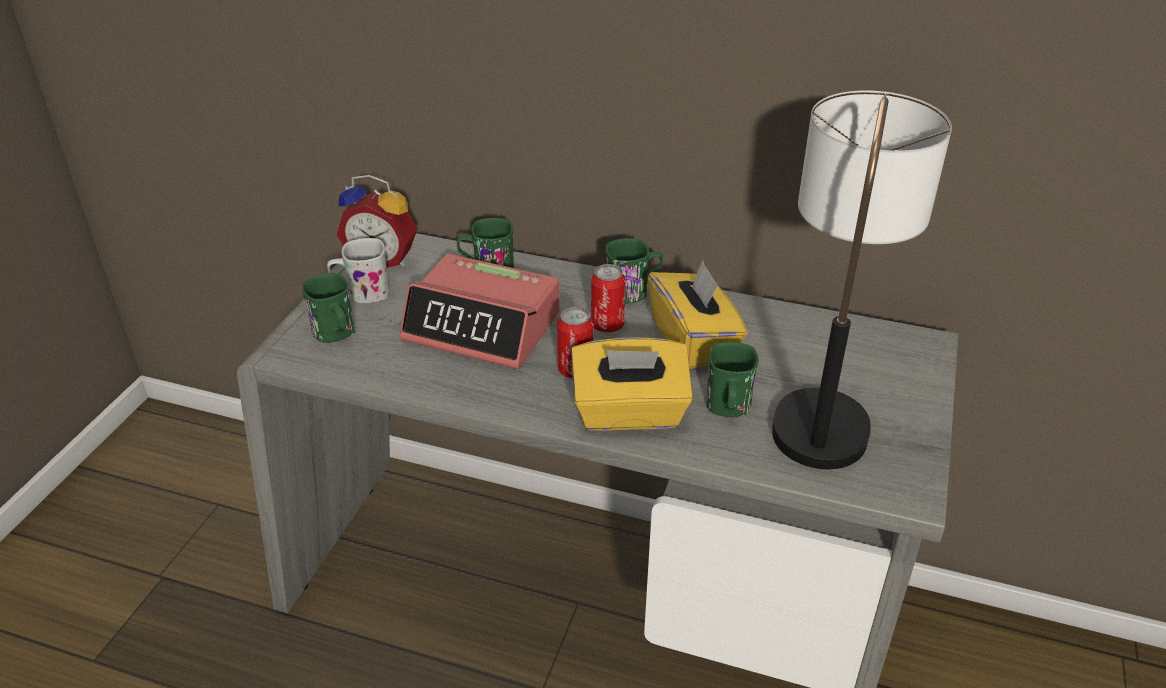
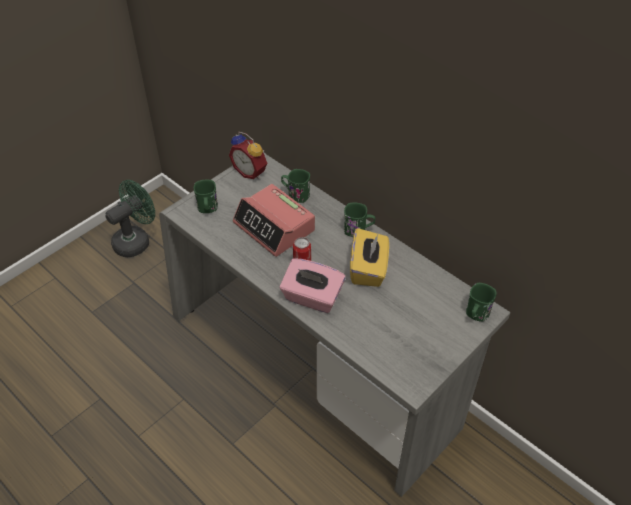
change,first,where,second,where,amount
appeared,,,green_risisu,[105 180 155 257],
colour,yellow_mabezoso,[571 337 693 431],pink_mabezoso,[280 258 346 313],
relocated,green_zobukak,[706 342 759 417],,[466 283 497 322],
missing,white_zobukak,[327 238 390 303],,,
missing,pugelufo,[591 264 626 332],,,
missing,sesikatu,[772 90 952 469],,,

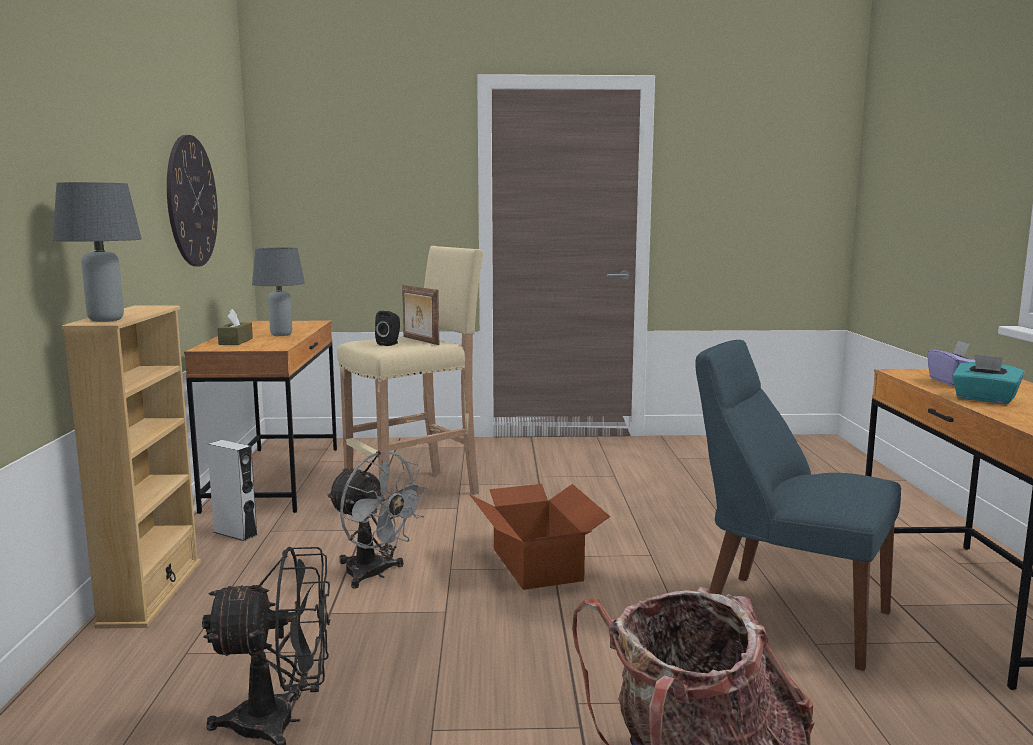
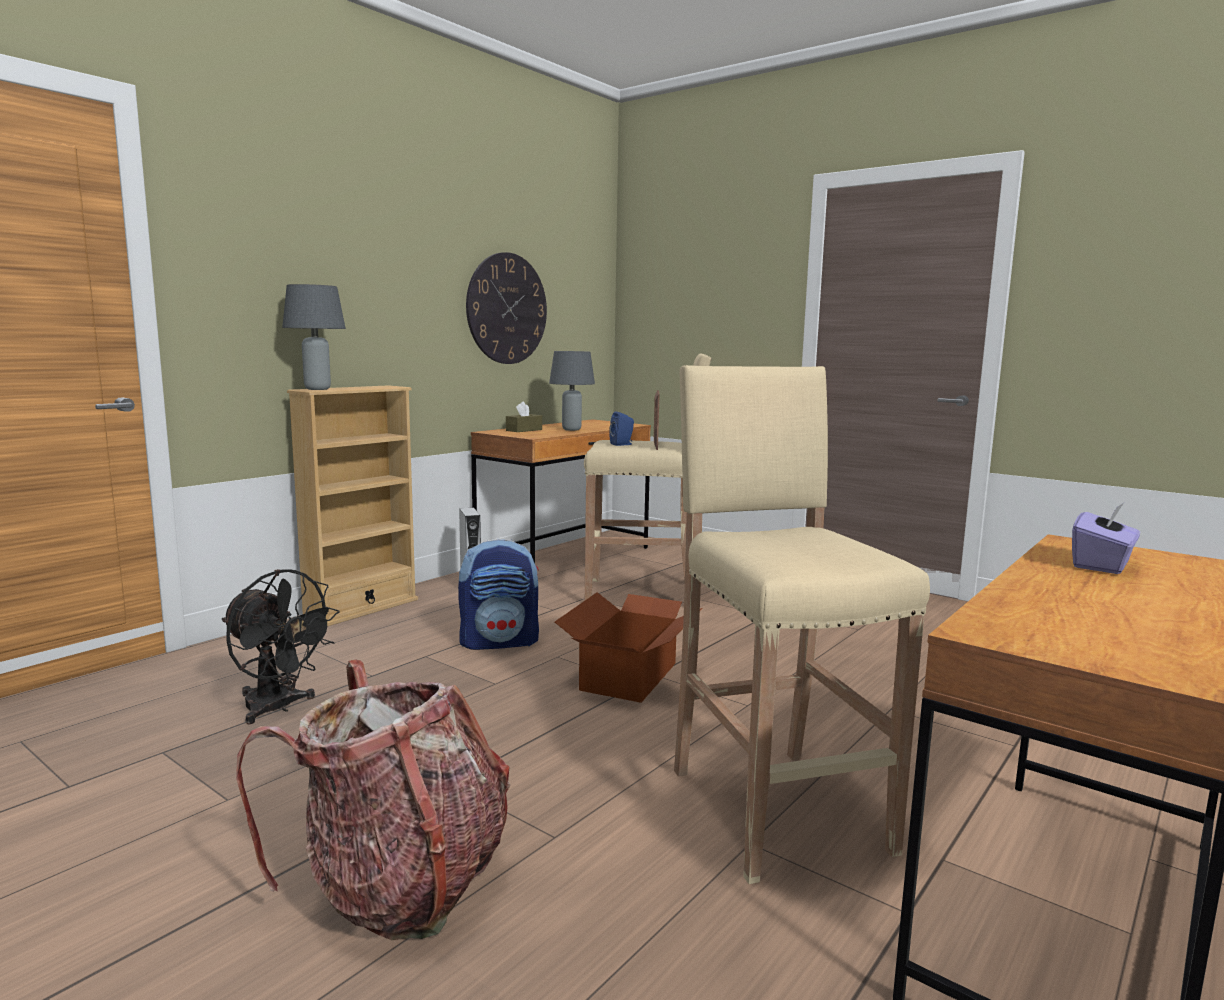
change,first,where,second,where,amount
exchanged,grey_risisu,[327 451 428 589],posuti,[458 539 539 650],
colour,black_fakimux,[375 311 400 346],blue_fakimux,[609 412 634 446],
exchanged,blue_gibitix,[695 340 901 671],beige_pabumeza,[674 365 930 884],
missing,turquoise_mabezoso,[952 354 1024 404],,,

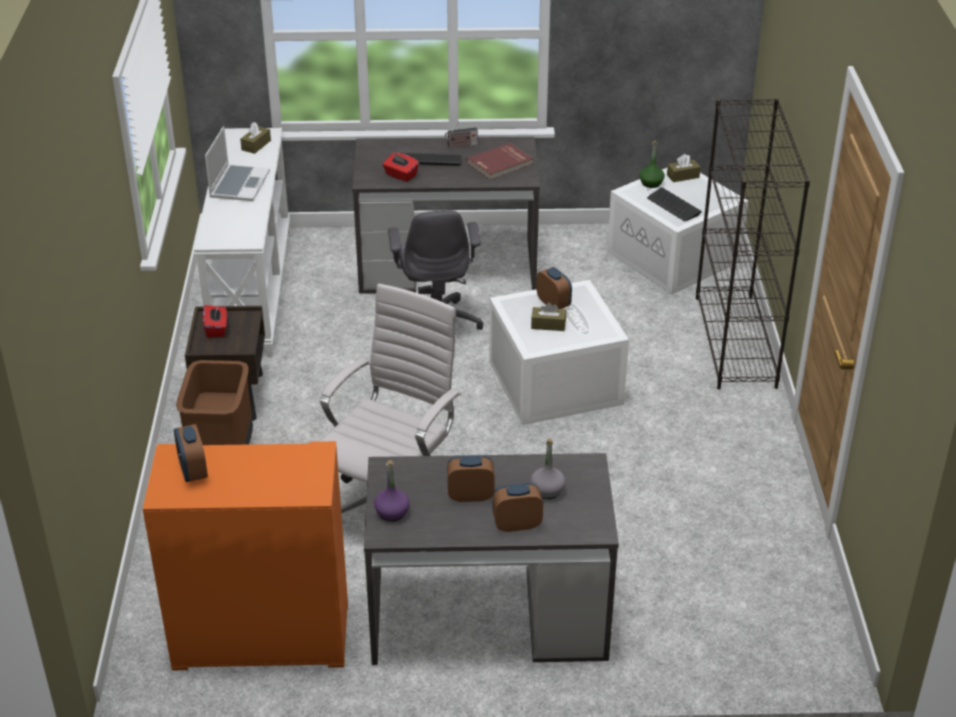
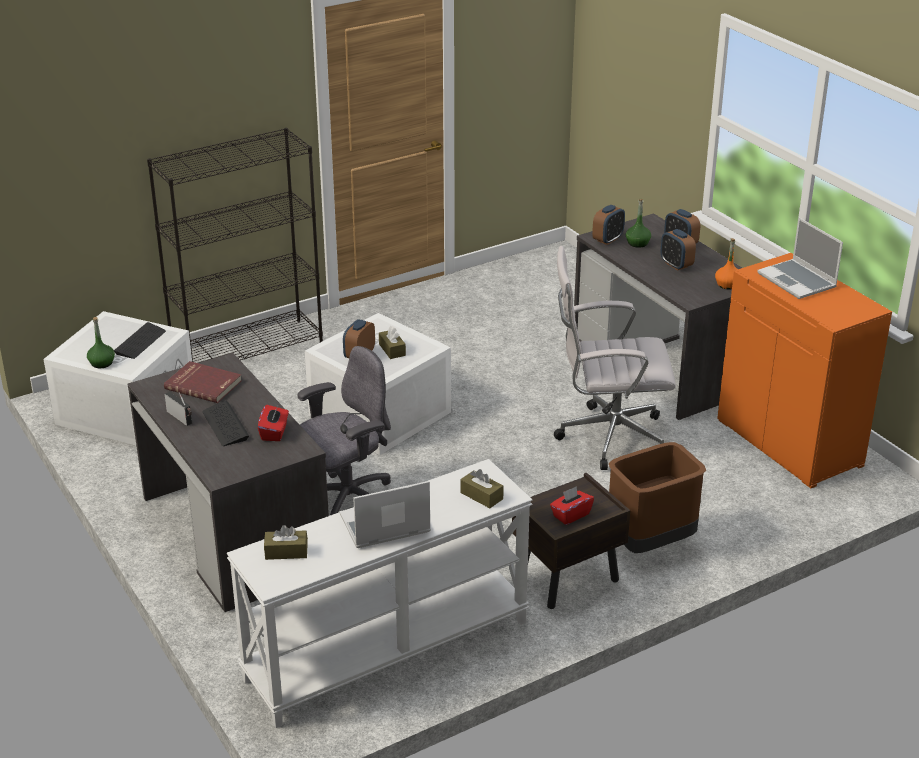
change,first,where,second,where,amount
relocated,brown_mabezoso,[667 154 700 182],,[460 469 504 508],
relocated,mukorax,[174 424 208 482],,[592 205 625 245],
colour,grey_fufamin,[531 438 566 499],green_fufamin,[626 199 651 248],
colour,purple_fufamin,[374 460 410 522],orange_fufamin,[715 238 738 289],
appeared,,,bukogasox,[757 217 843 299],

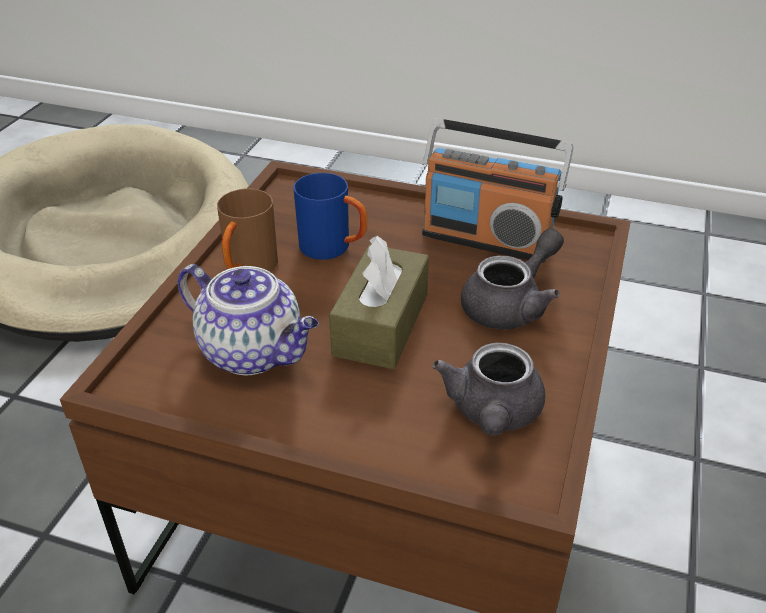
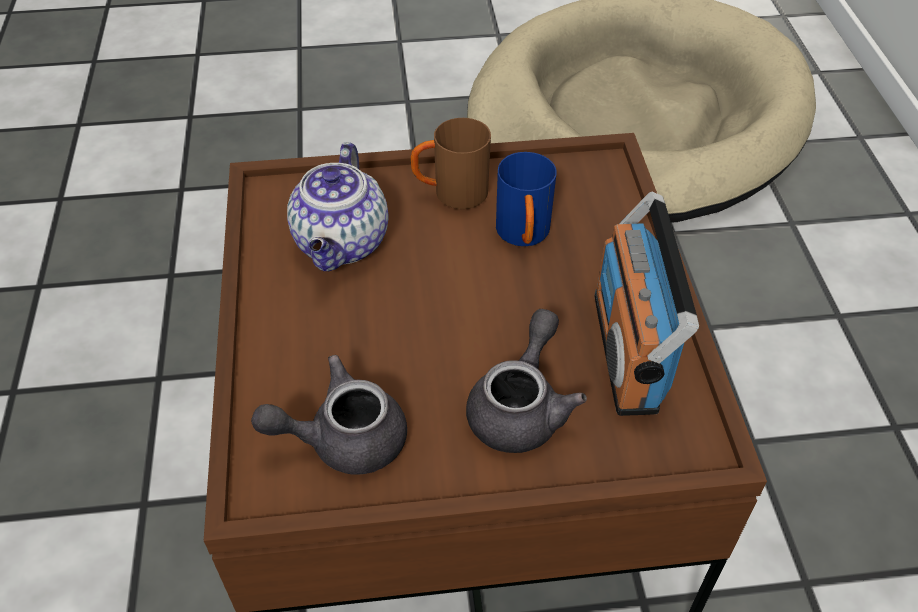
change,first,where,second,where,amount
spun,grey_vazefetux,[461 228 564 330],,[466 309 587 453],90 degrees counterclockwise
missing,brown_mabezoso,[329 236 429 369],,,

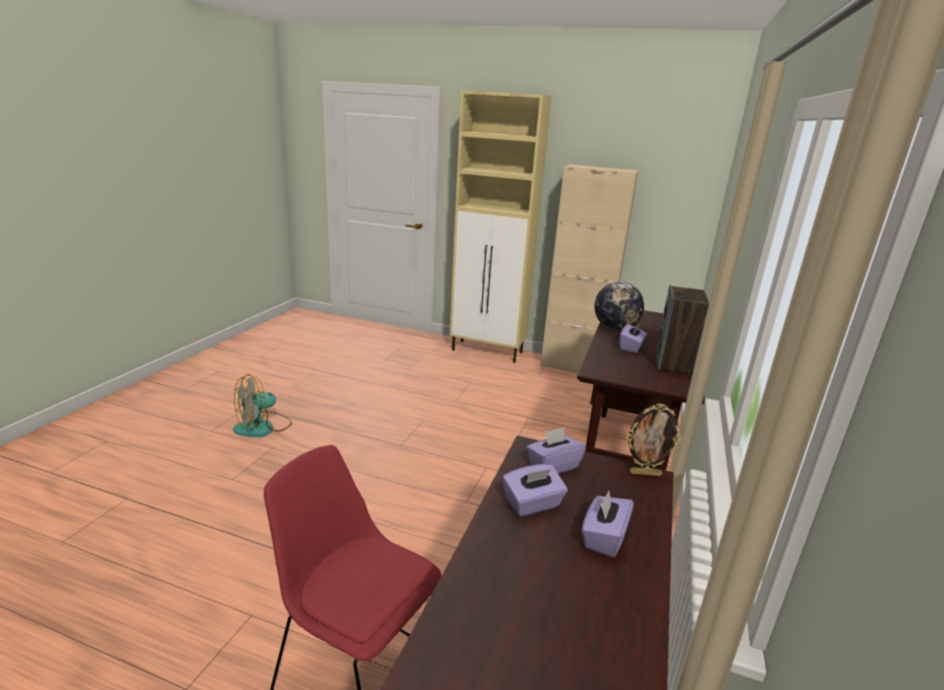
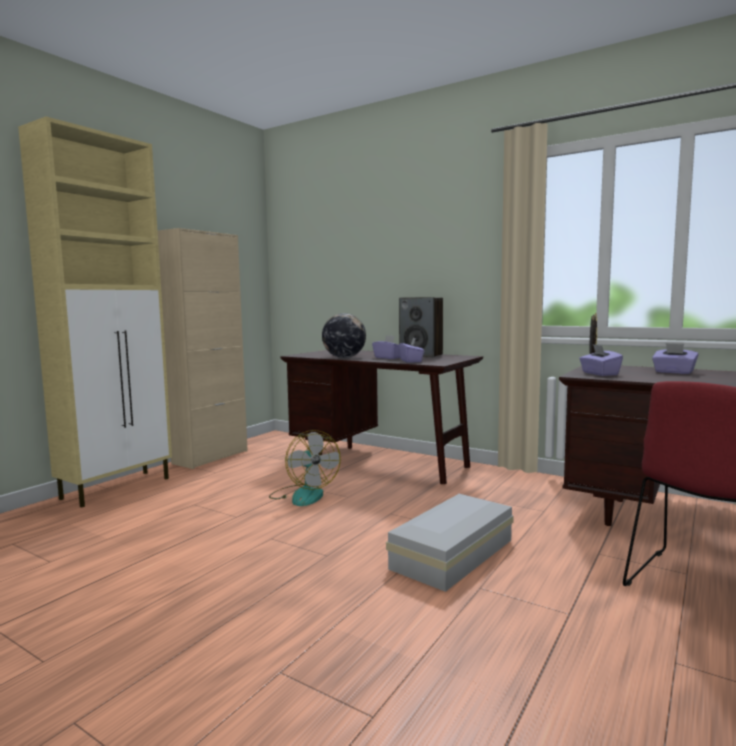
change,first,where,second,where,amount
relocated,risisu,[233 374 292 437],,[269 430 341 506],
appeared,,,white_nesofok,[386 494 514 592],
relocated,purple_mabezoso,[503 464 568 516],,[399 338 424 363],

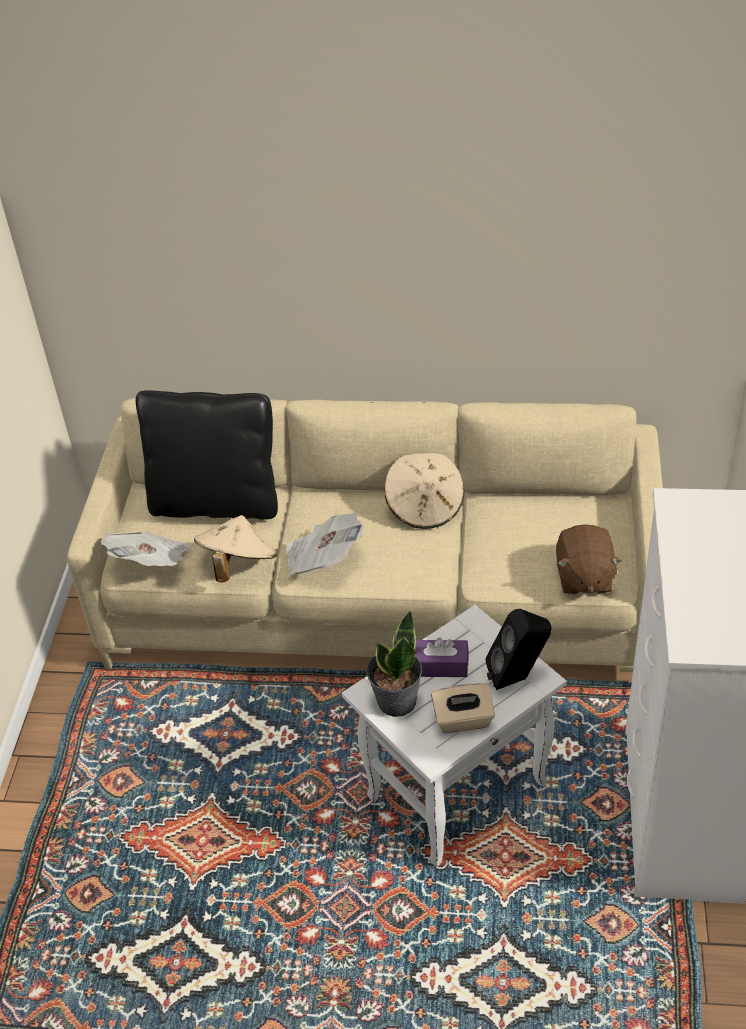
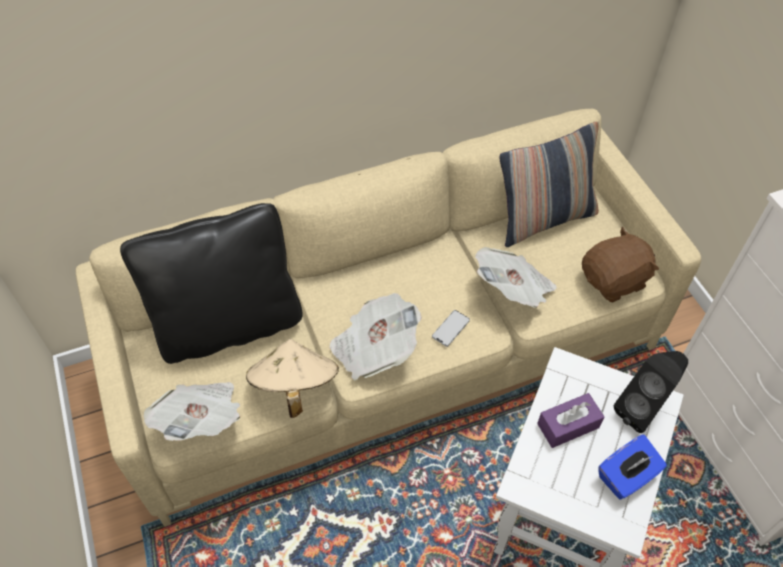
change,first,where,second,where,amount
appeared,,,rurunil,[432 310 470 347],
appeared,,,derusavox,[475 247 557 308],
appeared,,,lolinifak,[500 121 599 247],
spun,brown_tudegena,[556 524 621 594],,[582 227 659 302],90 degrees counterclockwise
colour,beige_mabezoso,[431 683 495 733],blue_mabezoso,[599 434 667 500],
missing,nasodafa,[366 610 422 717],,,
missing,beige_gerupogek,[385 453 464 529],,,

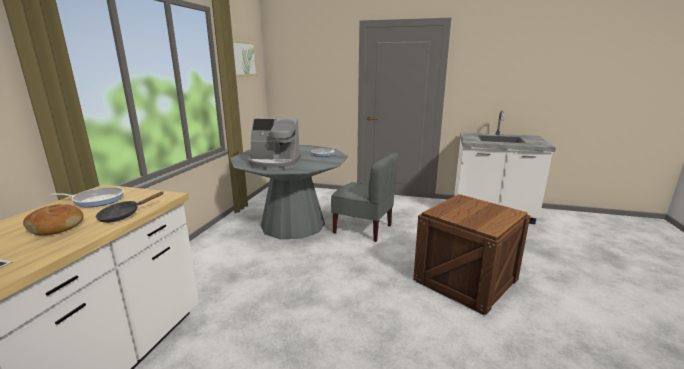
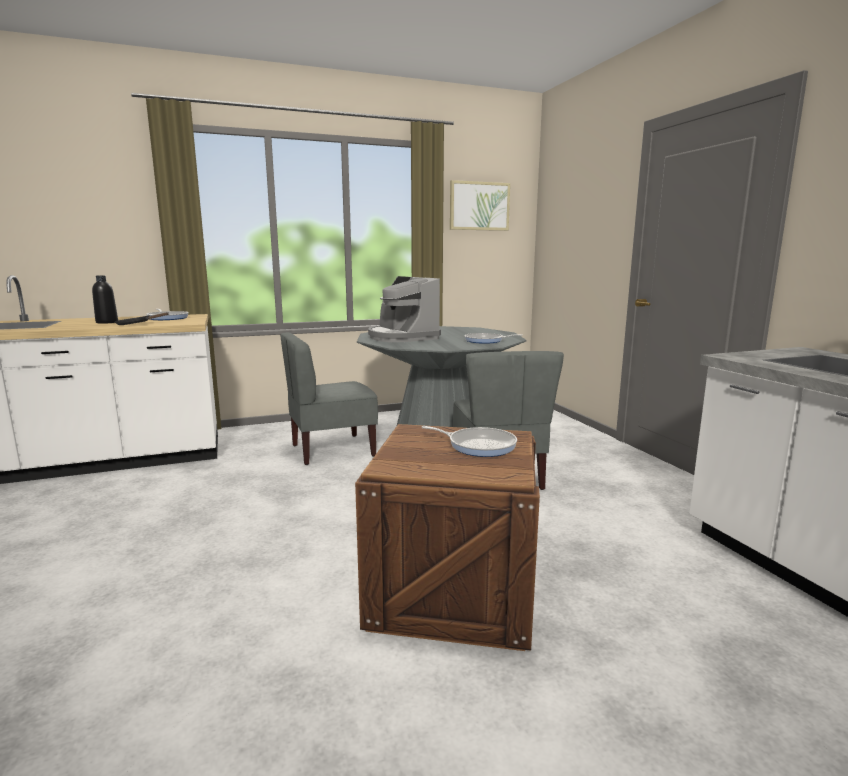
change,first,where,second,where,amount
exchanged,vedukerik,[23 204 83 235],black_fufamin,[92 275 118 324],
appeared,,,grey_gibitix,[280 332 378 465],
appeared,,,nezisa,[421 426 517 457],

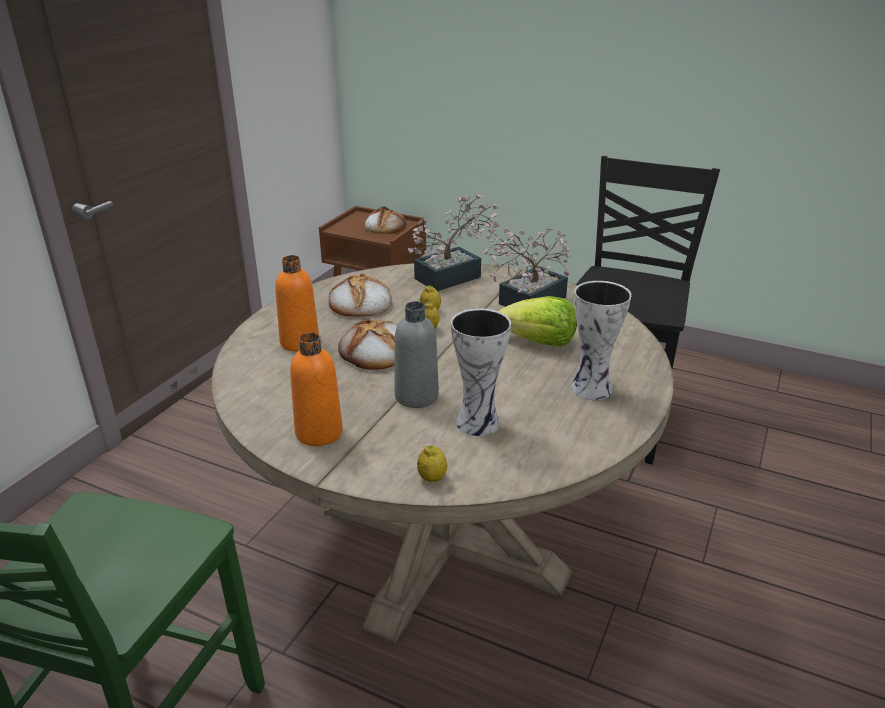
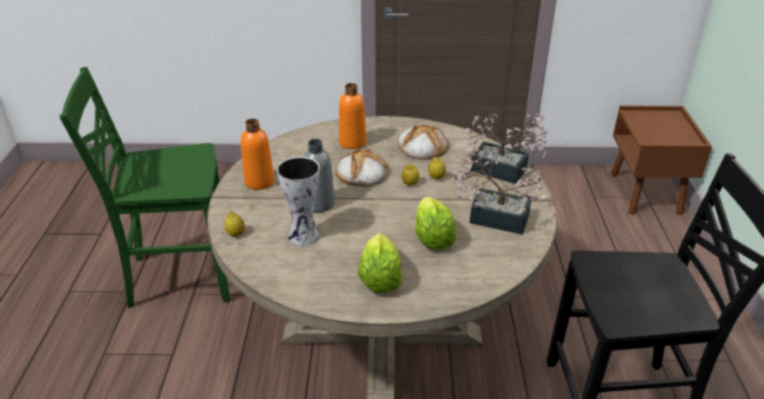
change,first,where,second,where,amount
exchanged,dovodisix,[571 281 631 400],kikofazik,[358 233 402 293],
missing,vedukerik,[365 206 406 234],,,

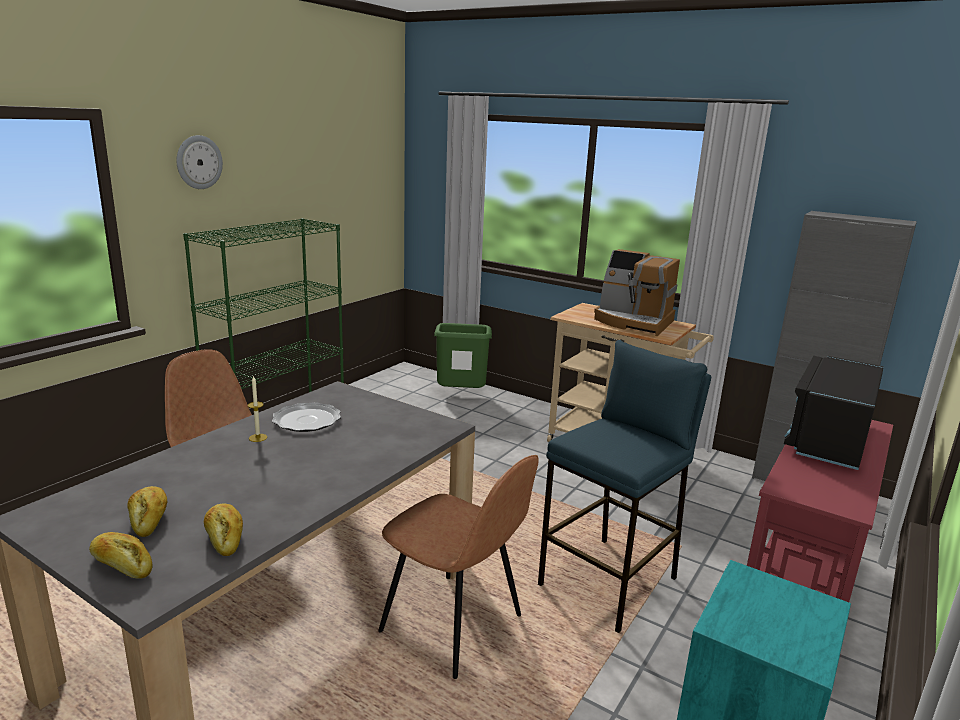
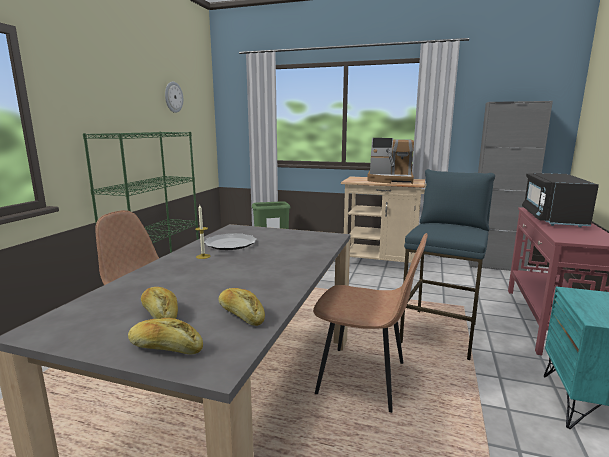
change,first,where,second,where,amount
relocated,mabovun,[176 135 223 189],,[165 82 183 113],

